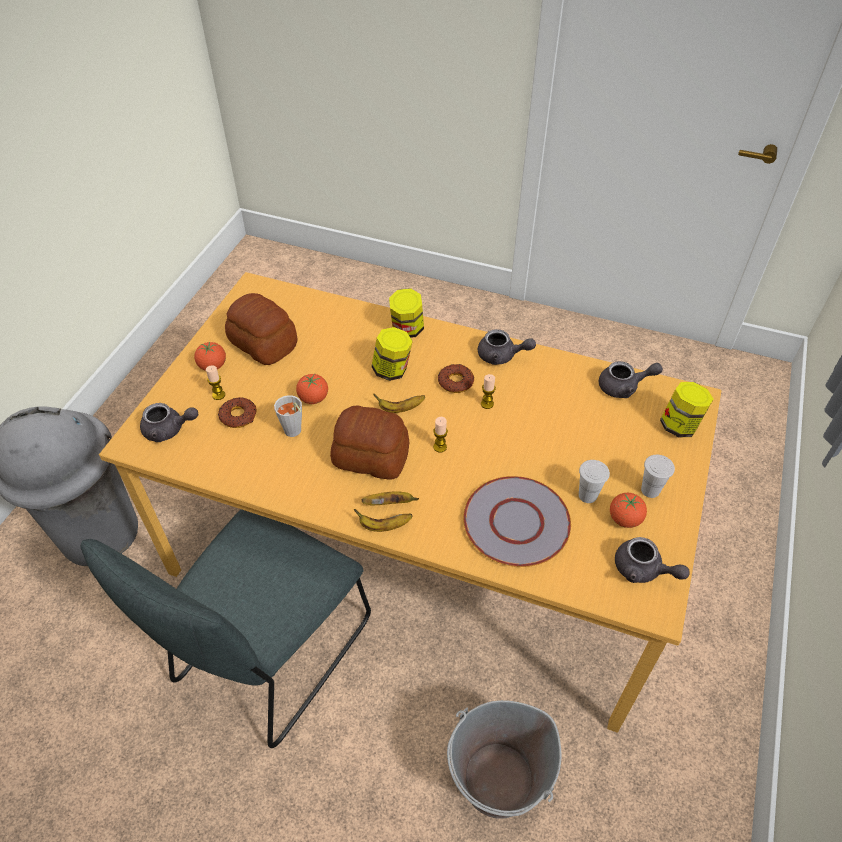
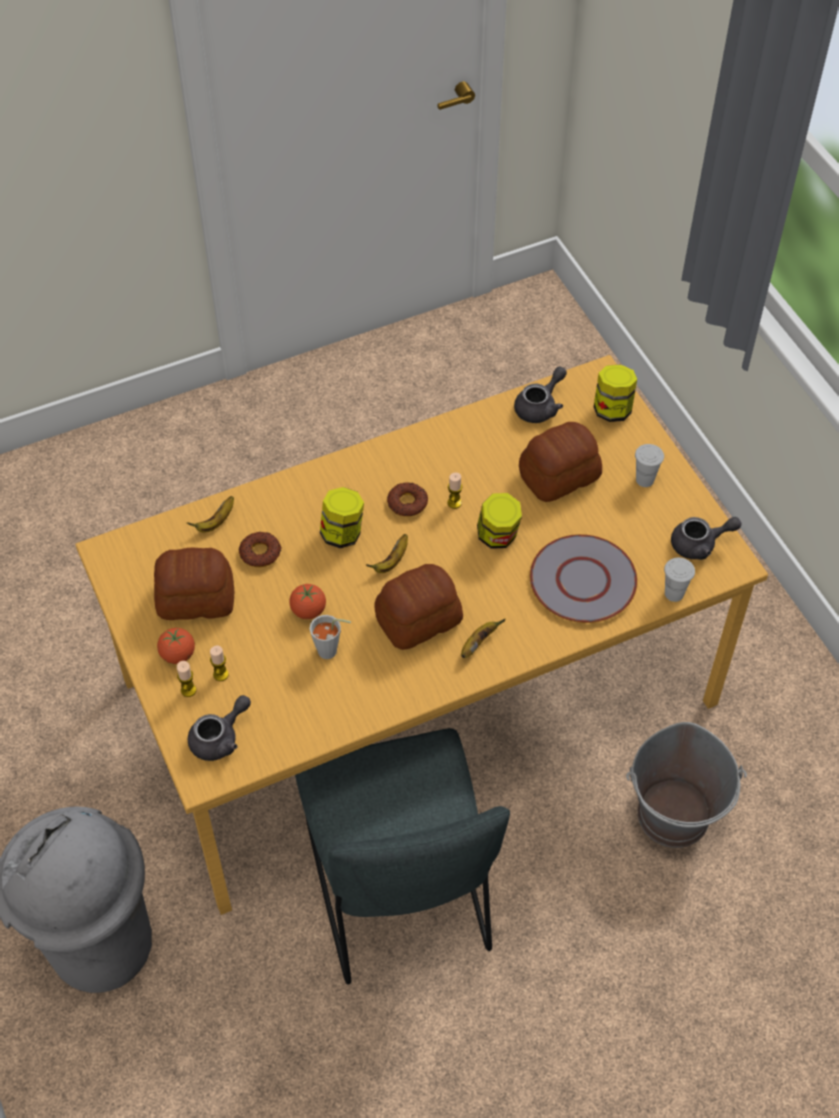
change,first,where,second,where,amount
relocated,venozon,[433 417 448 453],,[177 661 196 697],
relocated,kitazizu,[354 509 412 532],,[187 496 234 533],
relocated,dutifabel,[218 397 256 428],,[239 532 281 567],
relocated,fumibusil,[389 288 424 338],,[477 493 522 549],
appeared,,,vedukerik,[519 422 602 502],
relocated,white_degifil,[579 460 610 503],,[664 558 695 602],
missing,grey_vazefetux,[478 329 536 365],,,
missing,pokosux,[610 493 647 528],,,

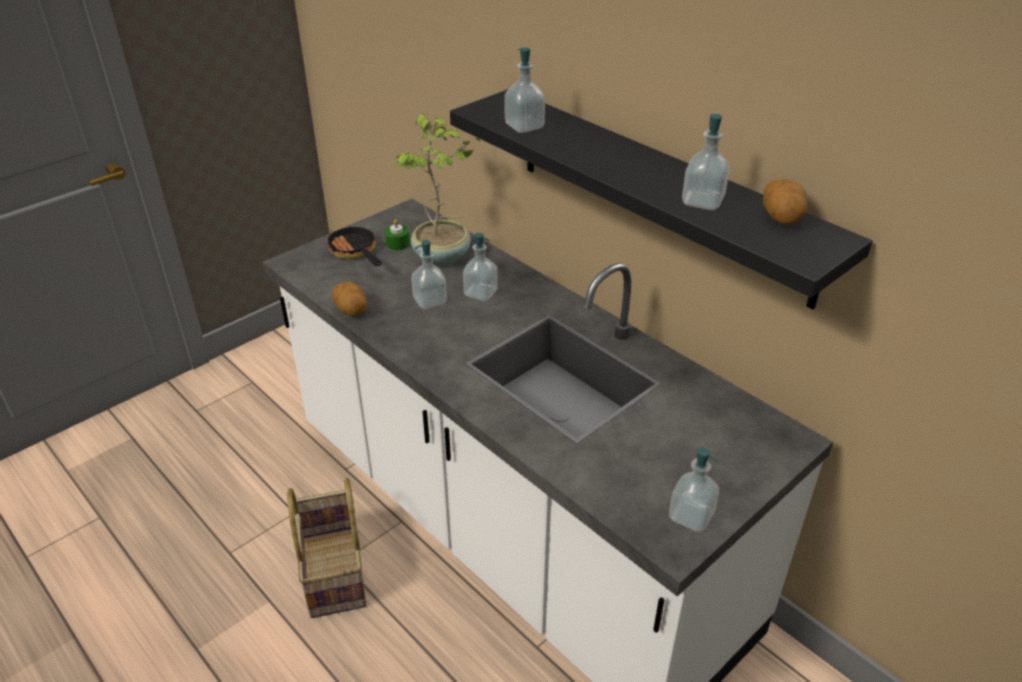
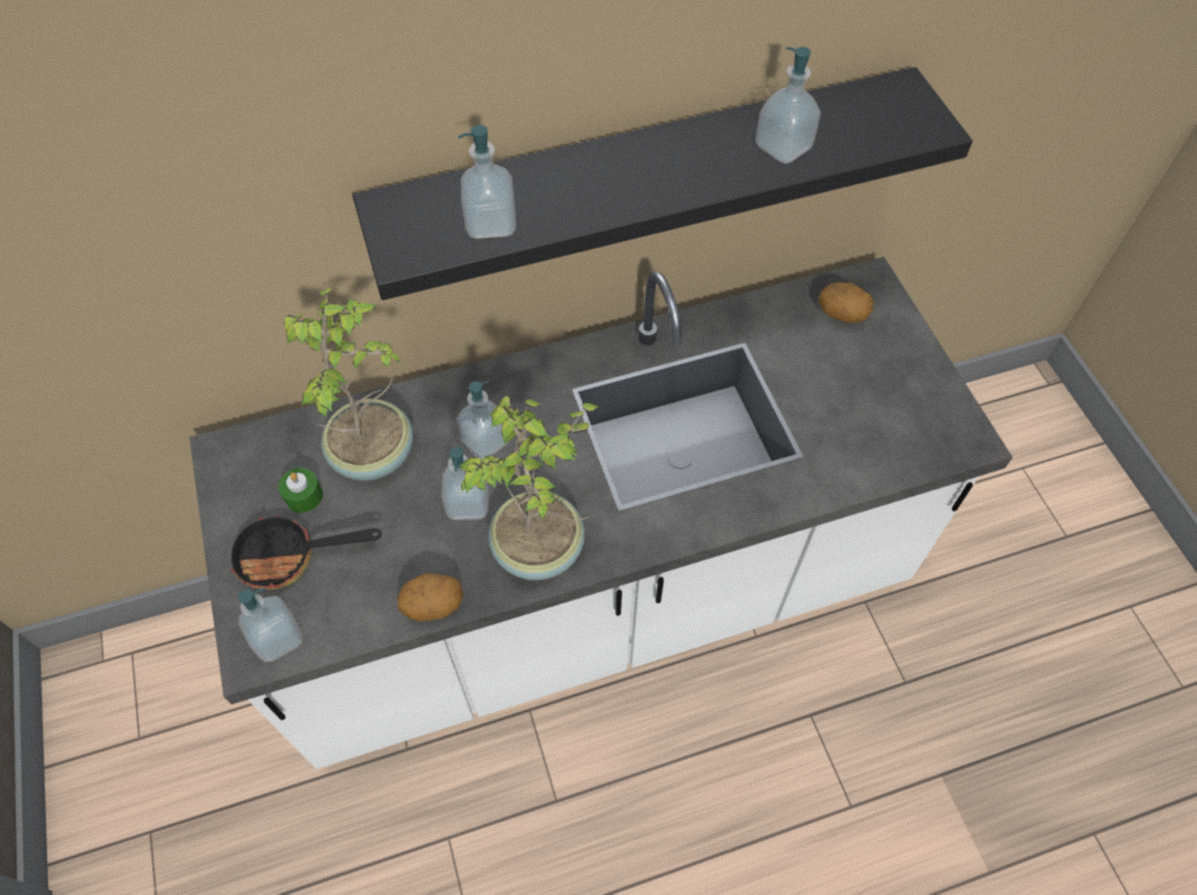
change,first,where,second,where,amount
relocated,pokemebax,[669 447 719 532],,[238 588 302 662],
appeared,,,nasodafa,[459 396 599 580],
relocated,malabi,[763 179 807 225],,[818 282 874 323],
missing,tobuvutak,[287 478 366 618],,,

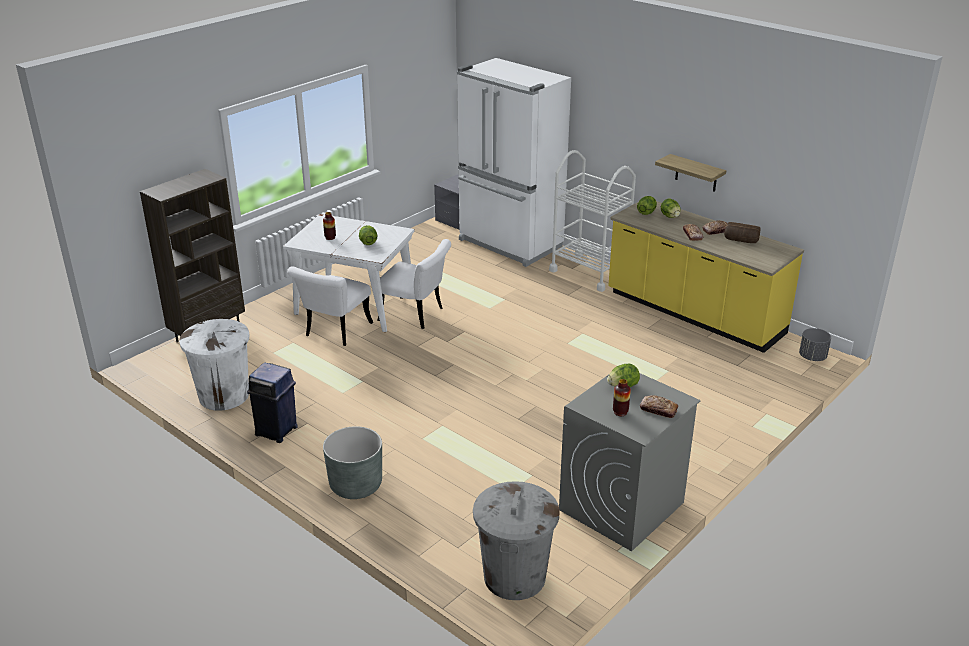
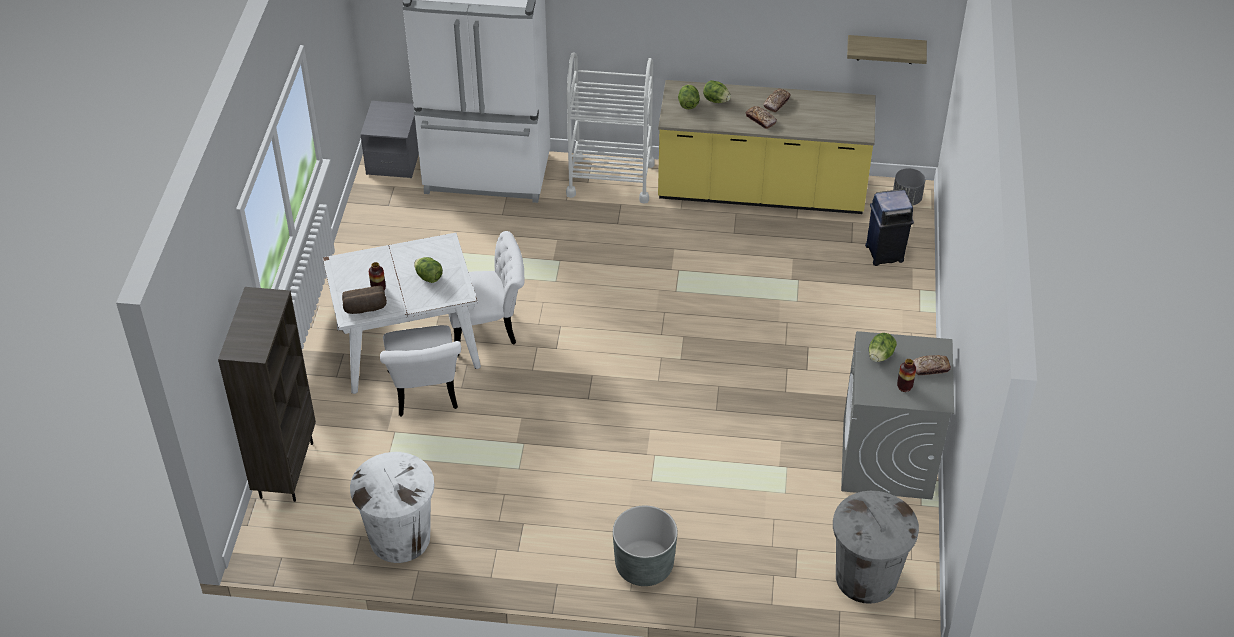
change,first,where,second,where,amount
relocated,vedukerik,[724 222 760 243],,[342 285 387 314],
relocated,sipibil,[655 154 726 192],,[847 35 927 64],
relocated,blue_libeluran,[247 362 298 443],,[865 189 914 266],

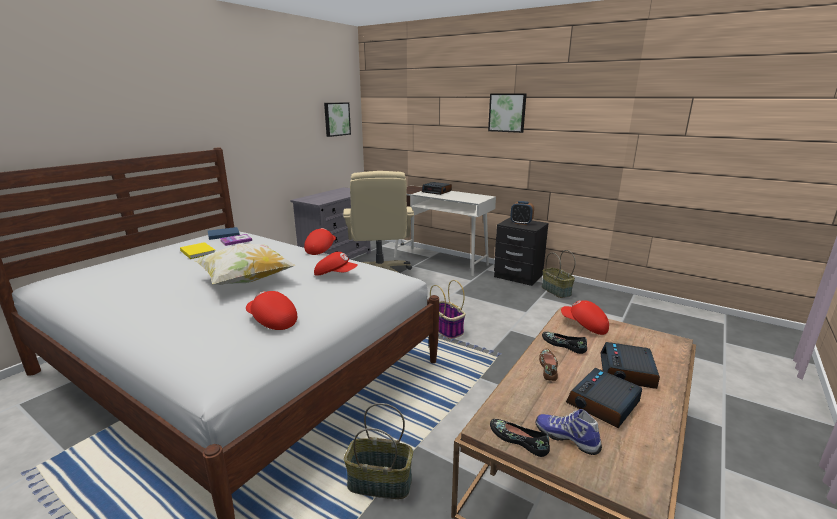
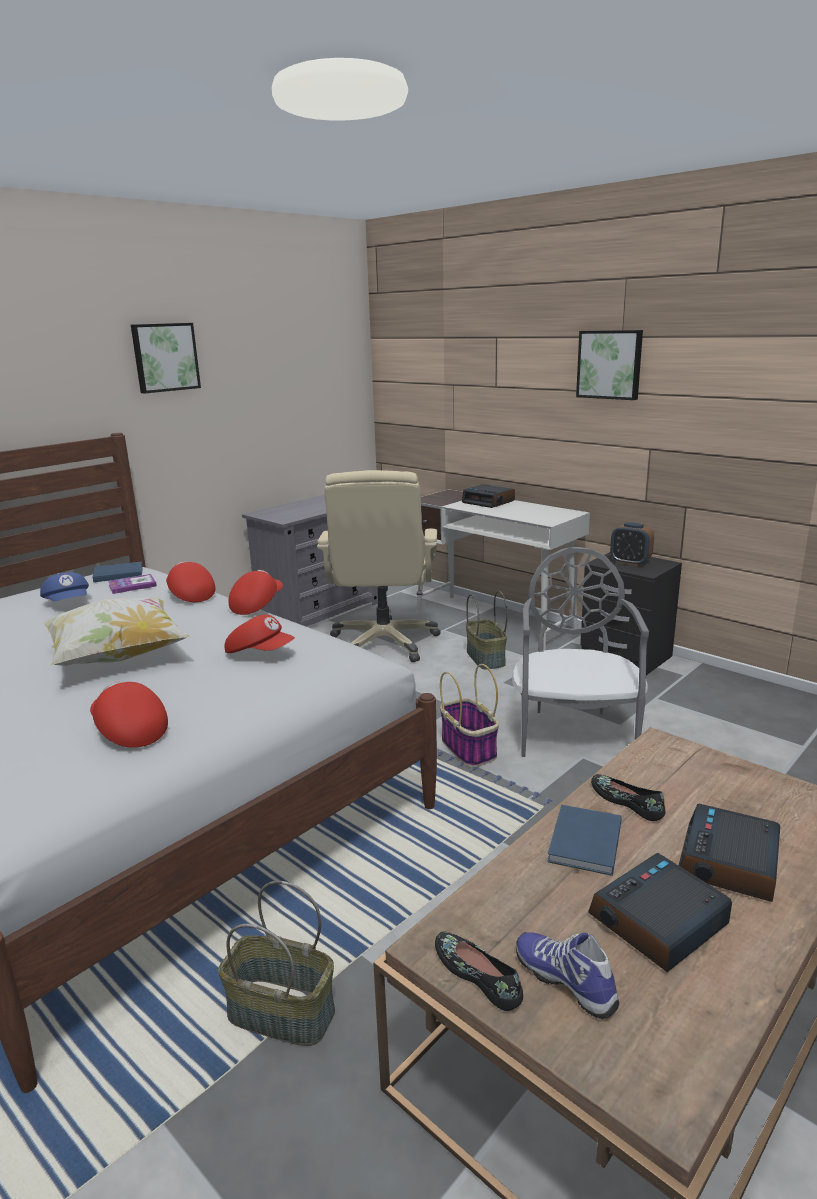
change,first,where,second,where,amount
exchanged,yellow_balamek,[180 242 215 259],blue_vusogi,[40 572 89 601],
relocated,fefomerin,[324 102 351 137],,[131 323 201 393],
relocated,red_vusogi,[561 300 609 335],,[166 561 215 602],
relocated,tobuvutak,[542 250 575 298],,[466 591 508 669],
appeared,,,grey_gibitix,[512 547 649 757],
exchanged,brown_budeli,[539 349 558 381],blue_balamek,[547 805 622 876],

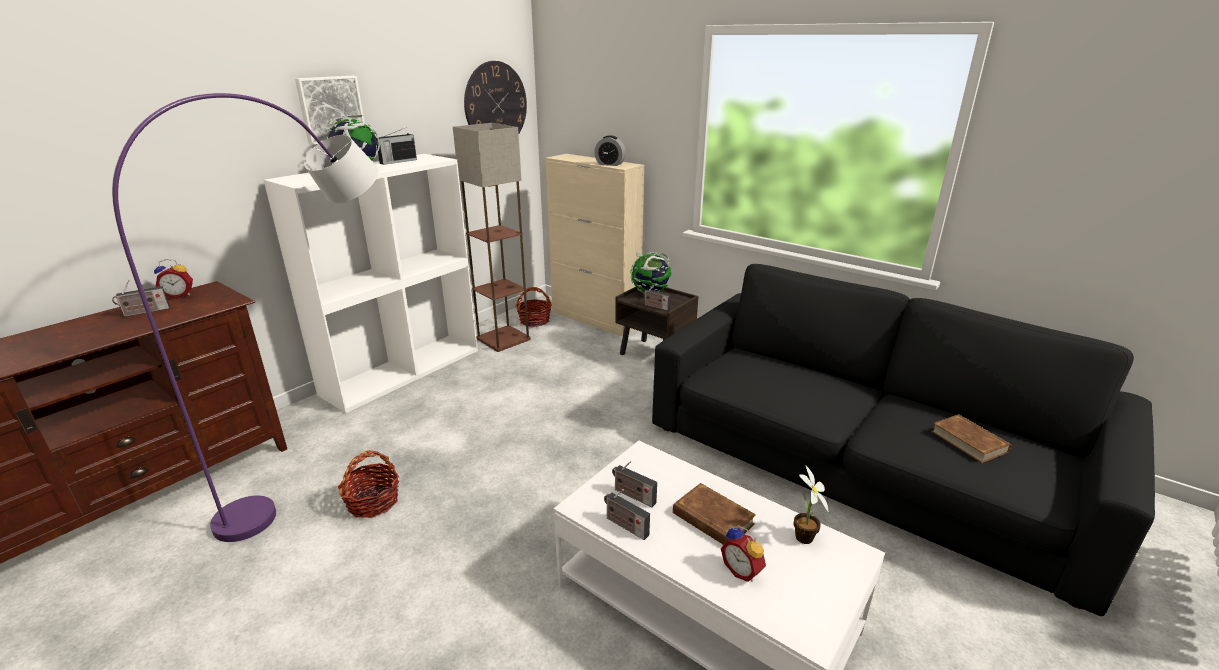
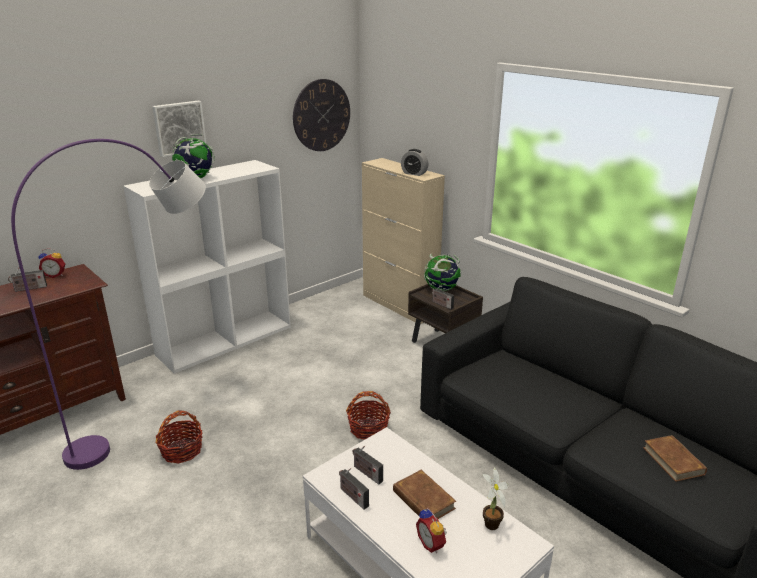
change,first,where,second,where,amount
relocated,tobuvutak,[515 287 552 327],,[346 391 391 440],
missing,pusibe,[376 128 417 165],,,
missing,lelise,[453 123 531 352],,,

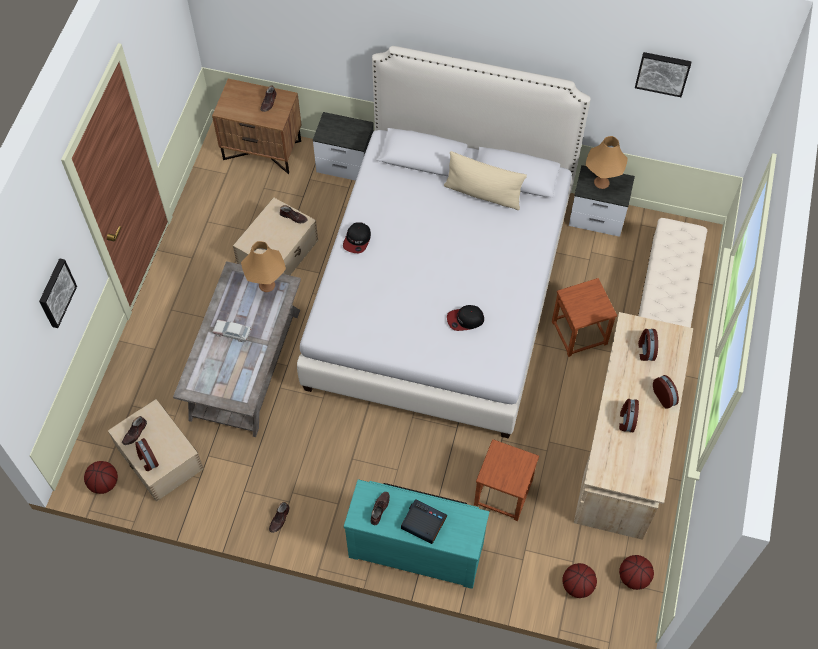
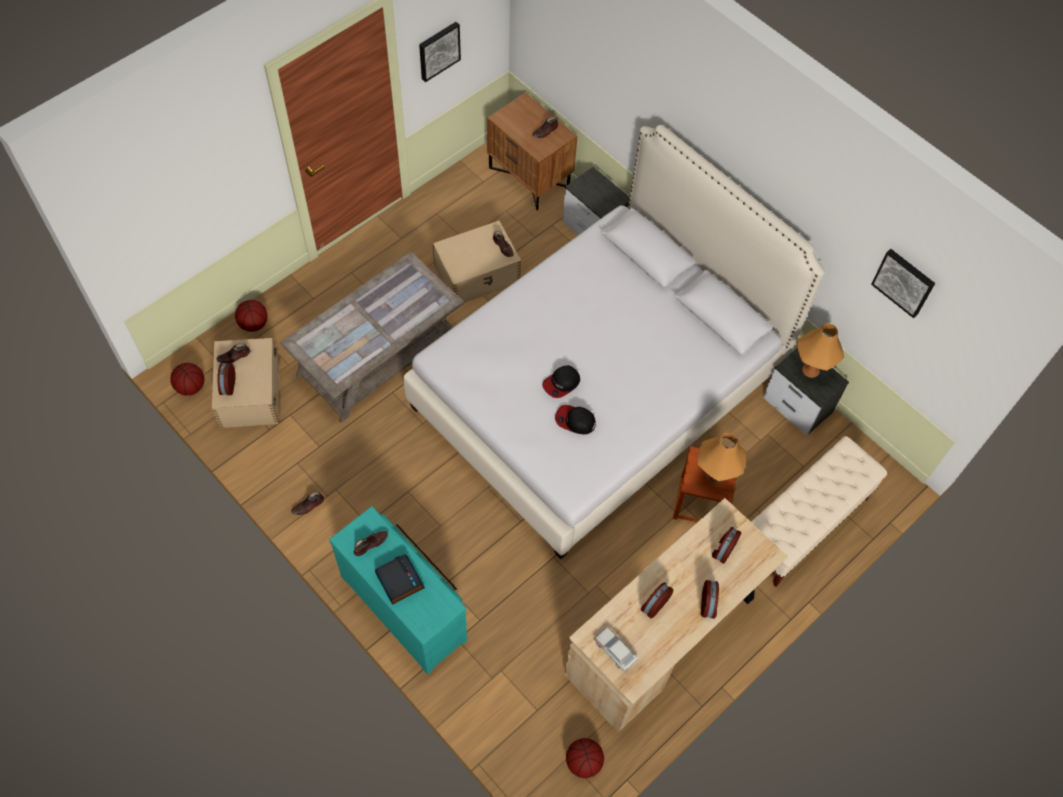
change,first,where,second,where,amount
relocated,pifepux,[562 563 597 598],,[235 300 268 332],
relocated,fefomerin,[39 258 77 328],,[419 22 461 82],
relocated,vusogi,[343 222 371 253],,[542 365 580 398],
relocated,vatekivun,[212 320 251 342],,[594 627 638 671],
relocated,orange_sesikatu,[241 241 286 292],,[698 433 746 485],
missing,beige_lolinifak,[444 151 527 210],,,
missing,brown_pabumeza,[474 439 539 521],,,

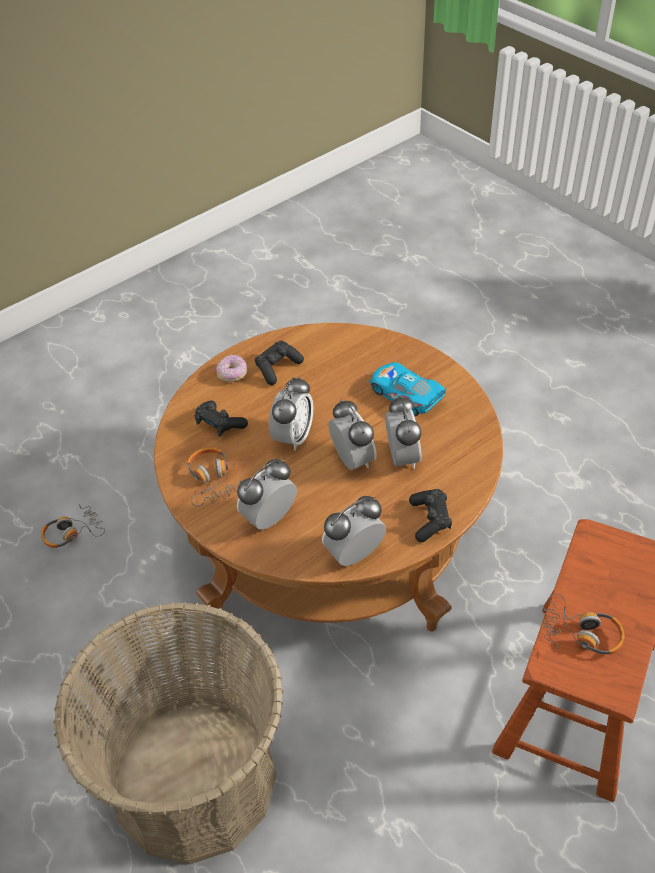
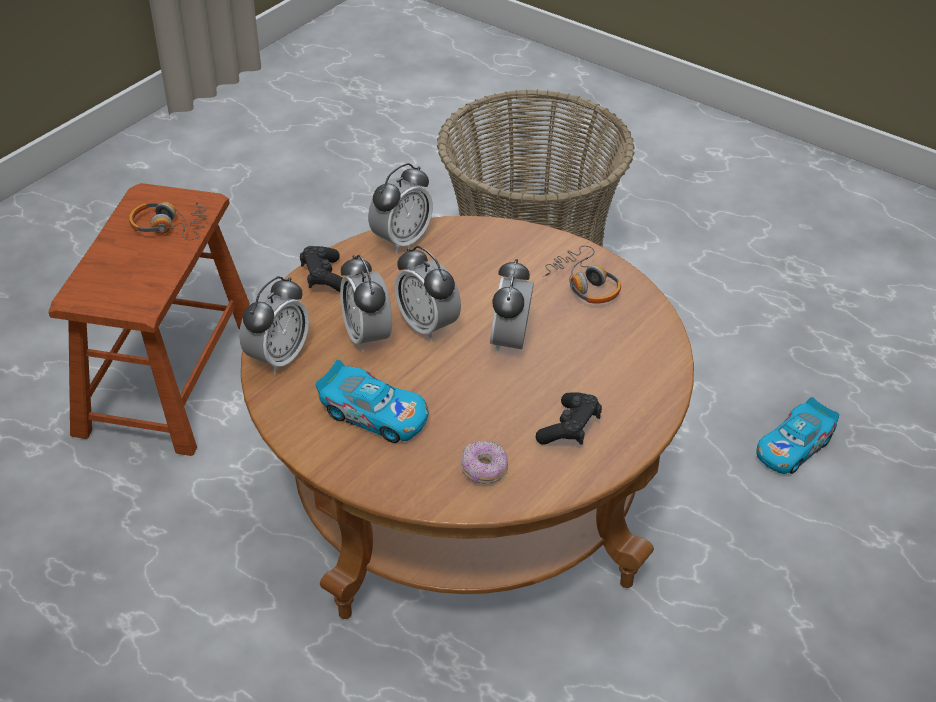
change,first,where,second,where,amount
relocated,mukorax,[237 459 297 530],,[239 276 309 374],
relocated,dutifabel,[216 355 248 382],,[461 441 508 484],
exchanged,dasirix,[41 505 105 548],vatekivun,[756 397 839 474],
missing,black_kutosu,[195 400 248 437],,,

